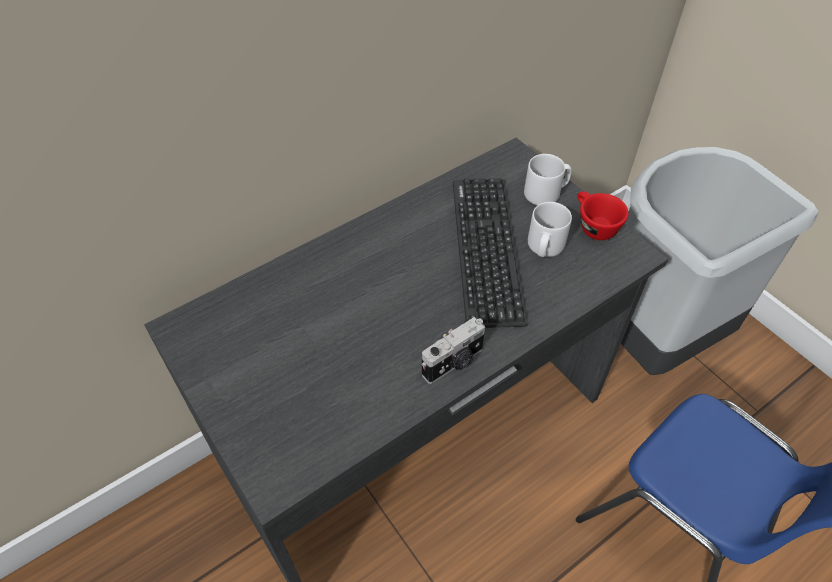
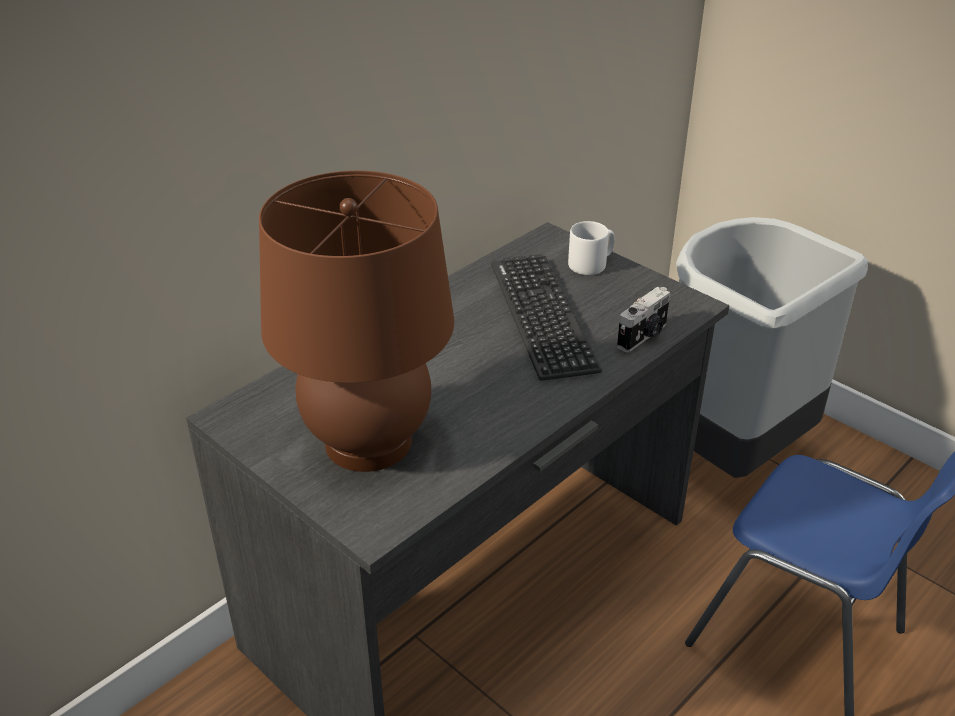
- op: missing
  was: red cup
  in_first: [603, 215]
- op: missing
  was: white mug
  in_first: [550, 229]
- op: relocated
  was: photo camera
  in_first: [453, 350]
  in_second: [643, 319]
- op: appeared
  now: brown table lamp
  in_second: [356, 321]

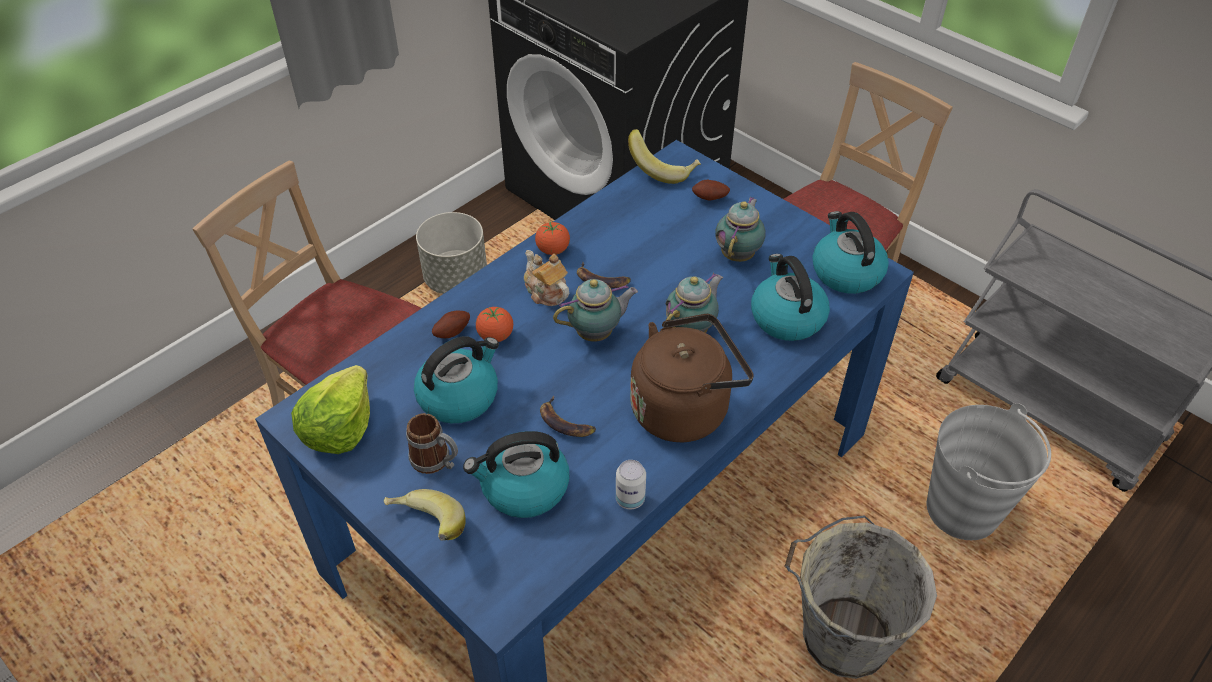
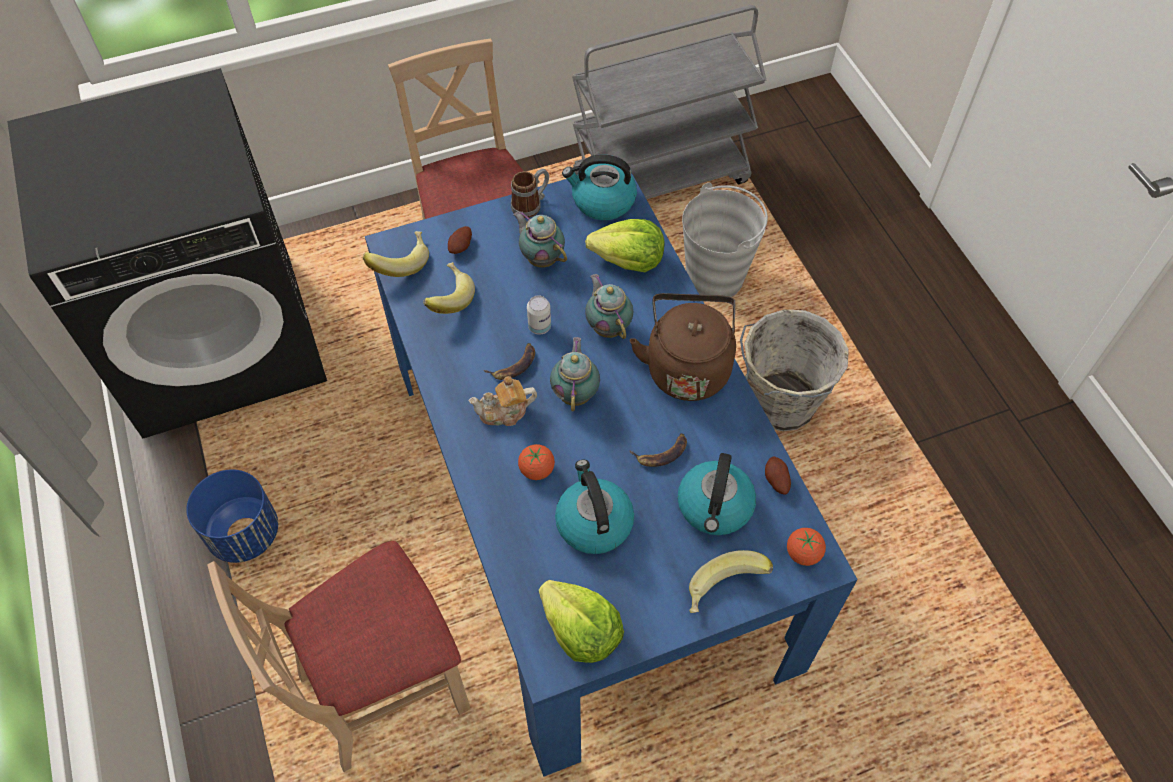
- op: colour
  was: grey planter
  now: blue planter
  in_first: [451, 253]
  in_second: [232, 516]
- op: relocated
  was: tomato
  in_first: [552, 238]
  in_second: [806, 547]
- op: exchanged
  was: kettle
  now: lettuce
  in_first: [790, 297]
  in_second: [625, 245]
- op: relocated
  was: potato
  in_first: [451, 324]
  in_second: [778, 475]
- op: relocated
  was: mug
  in_first: [432, 443]
  in_second: [530, 193]
- op: relocated
  was: can
  in_first: [631, 484]
  in_second: [539, 315]
- op: appeared
  now: banana
  in_second: [449, 288]

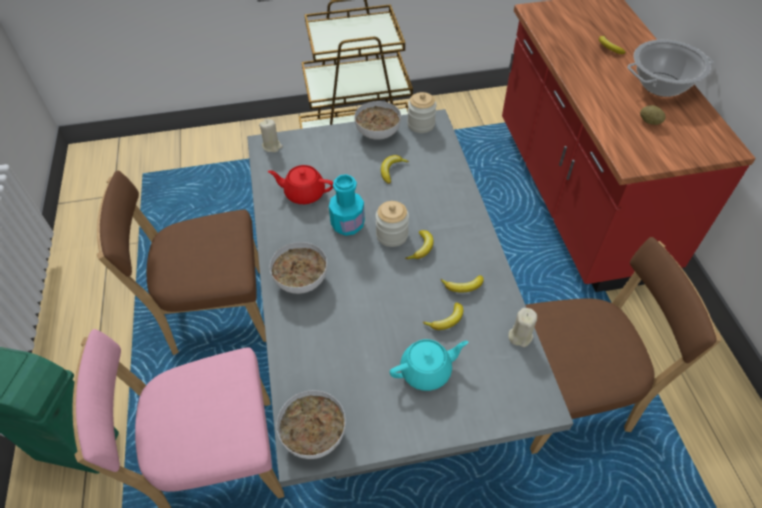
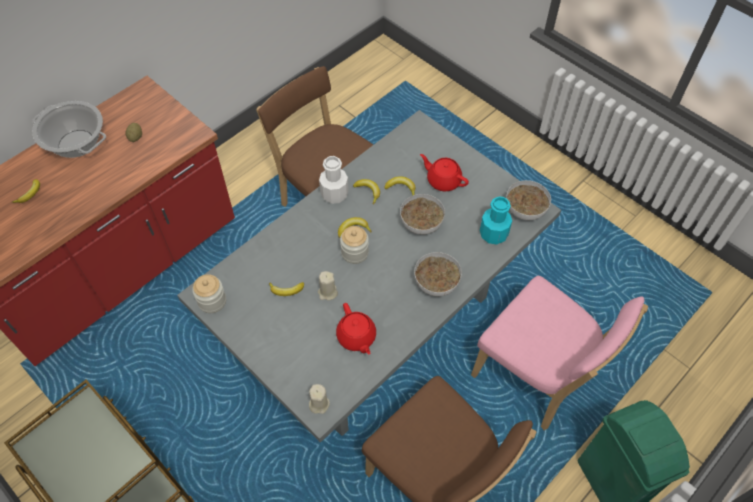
- op: relocated
  was: bowl
  in_first: [377, 120]
  in_second: [422, 214]
- op: relocated
  was: turquoise bottle
  in_first: [347, 205]
  in_second: [496, 220]
- op: relocated
  was: beige candle
  in_first: [522, 327]
  in_second: [328, 285]
- op: colour
  was: turquoise teapot
  now: red teapot
  in_first: [429, 365]
  in_second: [444, 172]
- op: appeared
  now: white bottle
  in_second: [334, 180]

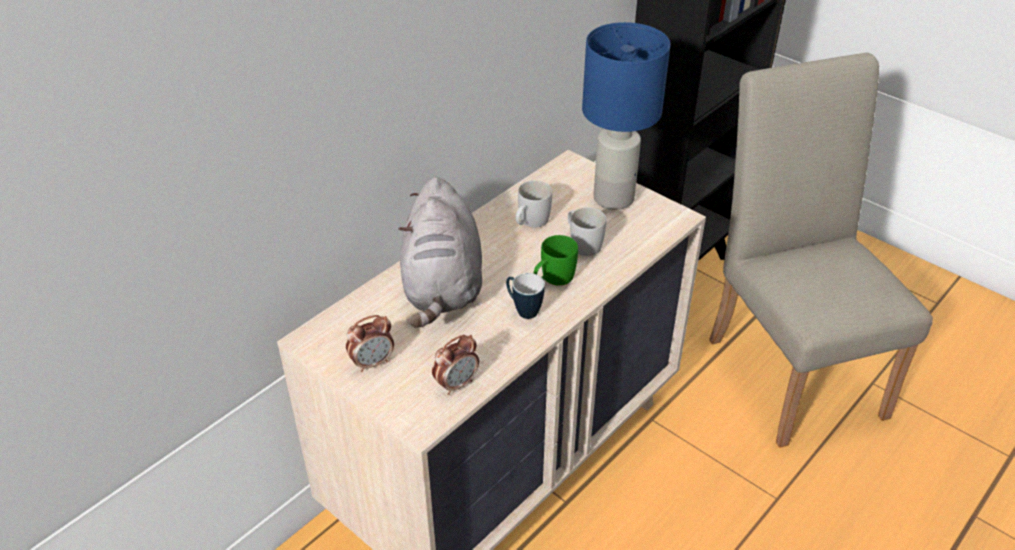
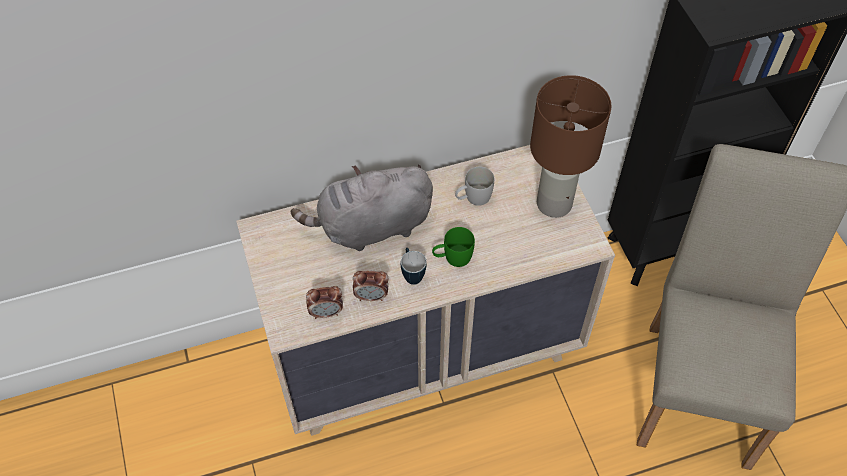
- op: colour
  was: blue table lamp
  now: brown table lamp
  in_first: [626, 116]
  in_second: [571, 146]
- op: spun
  was: grey plush toy
  in_first: [440, 252]
  in_second: [361, 208]
  clockwise: 45
- op: missing
  was: white mug
  in_first: [587, 231]
- op: relocated
  was: alarm clock
  in_first: [370, 343]
  in_second: [371, 286]

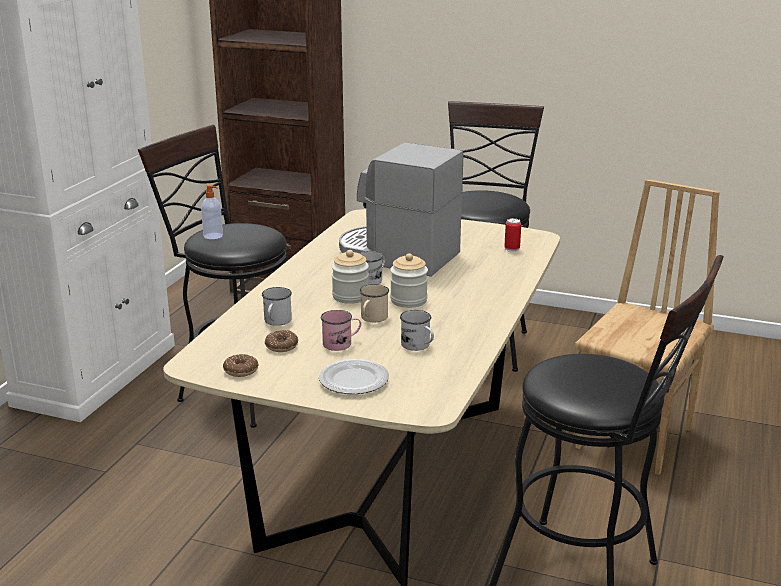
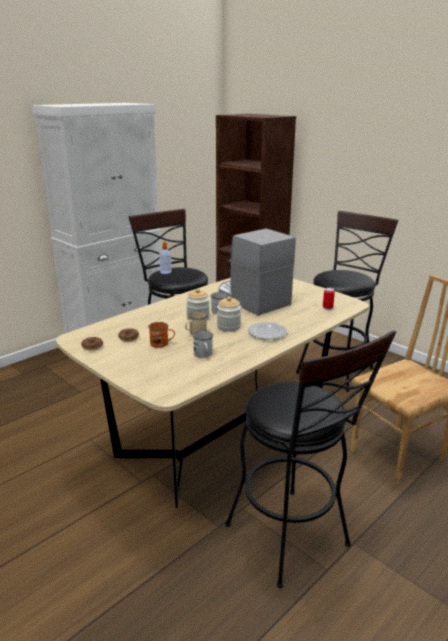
- op: missing
  was: white mug
  in_first: [277, 306]
- op: colour
  was: pink mug
  now: orange mug
  in_first: [341, 330]
  in_second: [161, 335]
- op: relocated
  was: plate
  in_first: [354, 376]
  in_second: [267, 331]

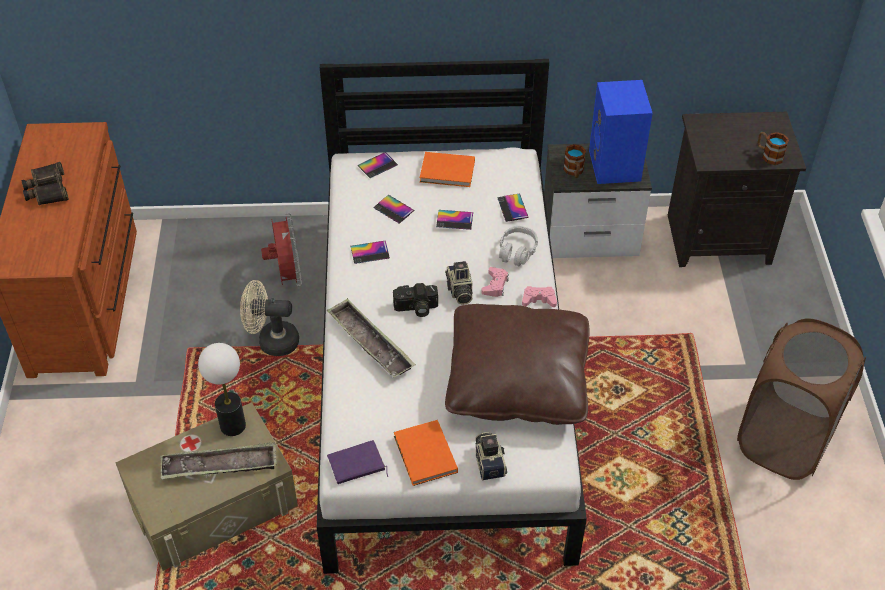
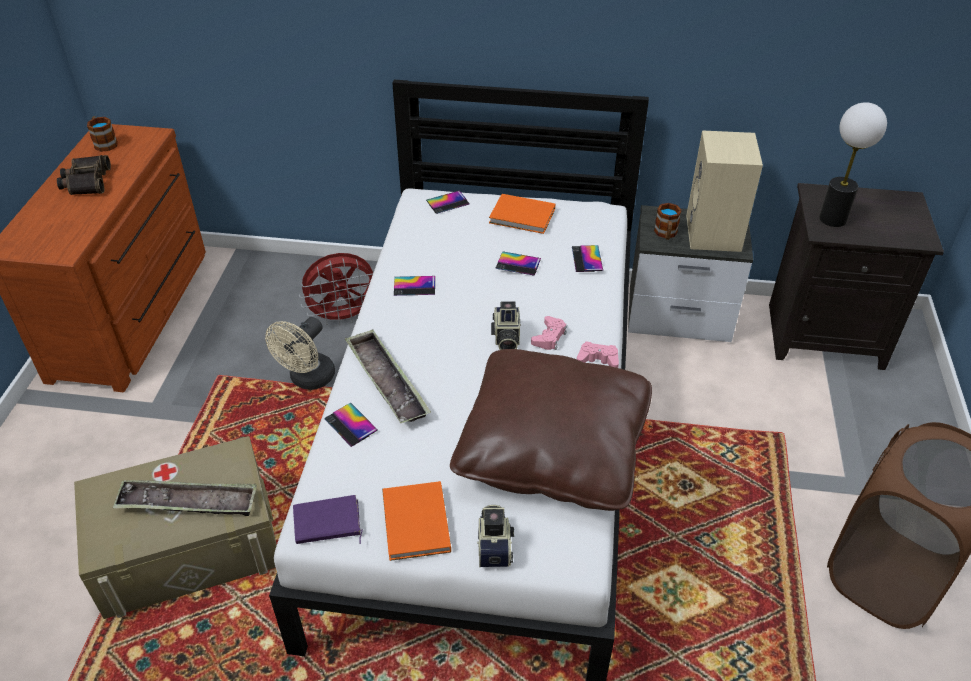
- op: colour
  was: blue speaker
  now: beige speaker
  in_first: [621, 132]
  in_second: [724, 191]
- op: relocated
  was: mug
  in_first: [773, 148]
  in_second: [102, 134]
- op: relocated
  was: phone
  in_first: [394, 209]
  in_second: [351, 425]
- op: spun
  was: red fan
  in_first: [281, 249]
  in_second: [336, 289]
  clockwise: 75
- op: missing
  was: grey headphones
  in_first: [518, 246]
- op: spun
  was: beige fan
  in_first: [269, 318]
  in_second: [300, 353]
  clockwise: -75
- op: missing
  was: photo camera
  in_first: [415, 300]
- op: relocated
  was: table lamp
  in_first: [222, 389]
  in_second: [853, 164]

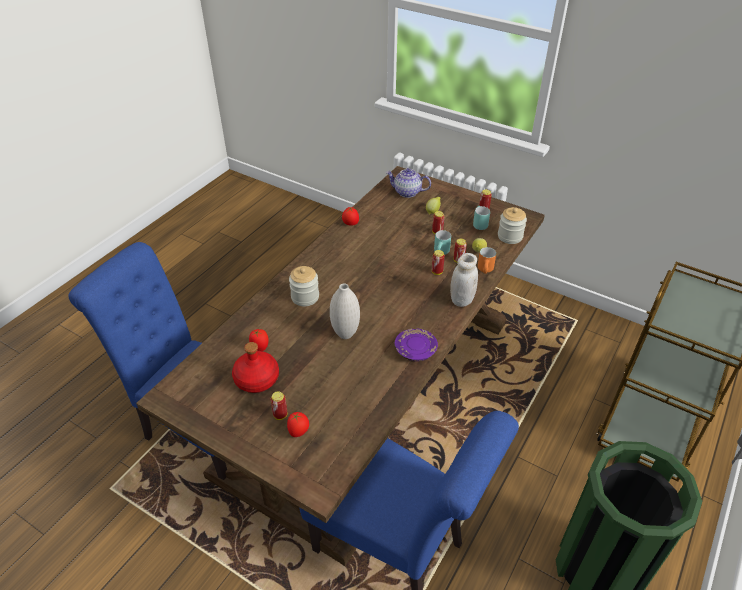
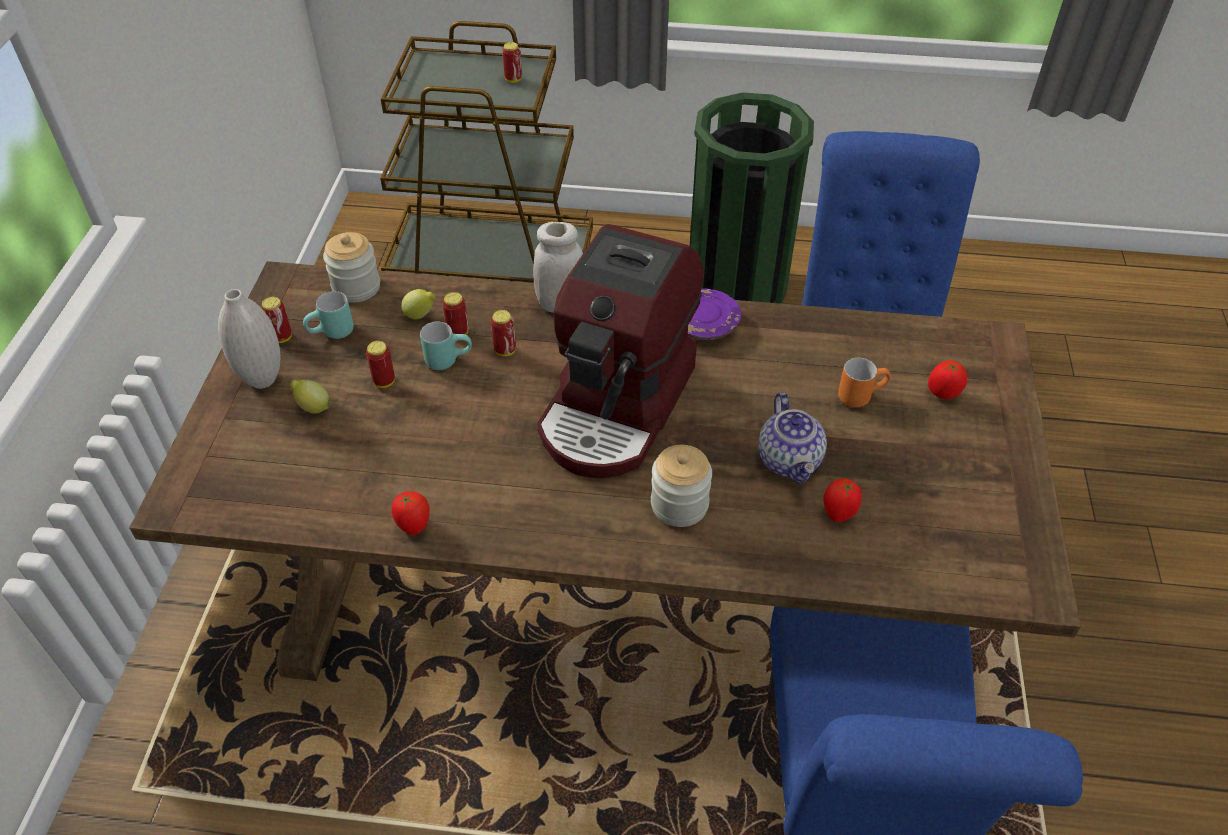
- op: relocated
  was: teapot
  in_first: [408, 183]
  in_second: [792, 437]
- op: relocated
  was: orange mug
  in_first: [487, 260]
  in_second: [864, 382]
- op: relocated
  was: white vase
  in_first: [345, 311]
  in_second: [249, 339]
- op: missing
  was: red bottle
  in_first: [255, 367]
- op: relocated
  was: can
  in_first: [278, 405]
  in_second: [512, 62]
- op: appeared
  now: coffee machine
  in_second: [620, 351]

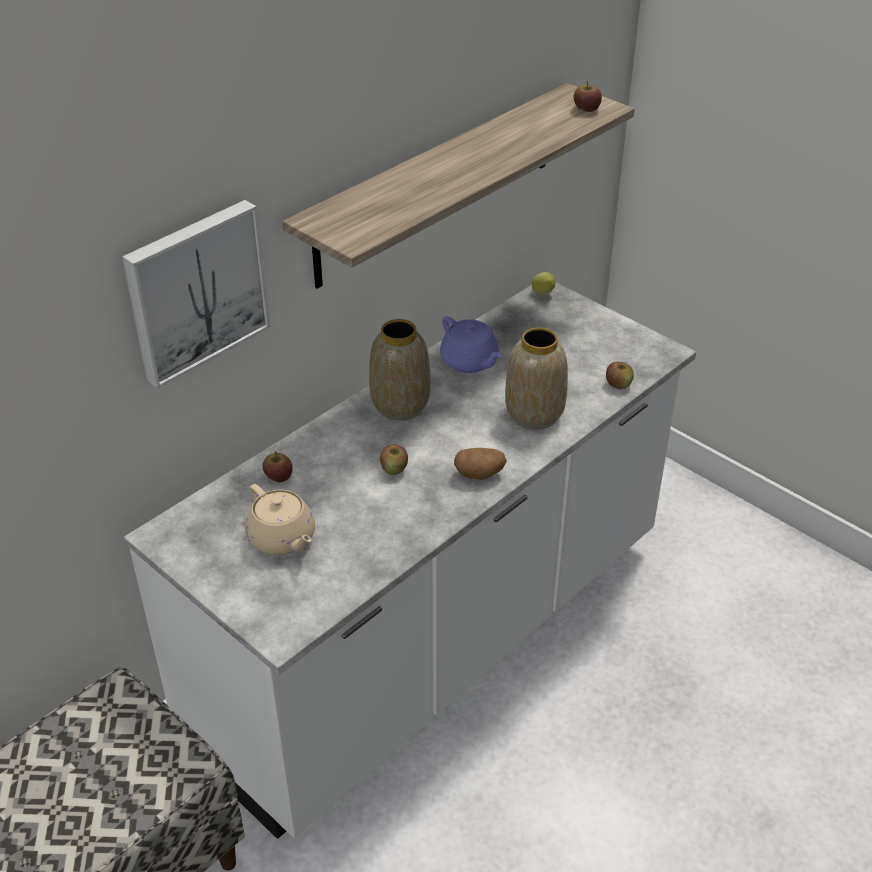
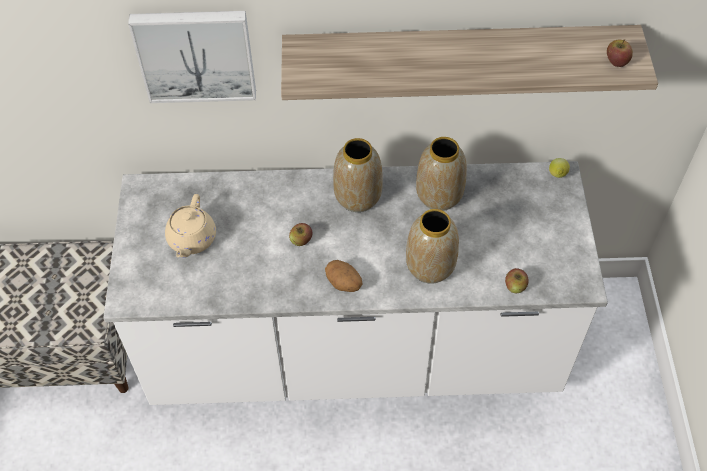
- op: exchanged
  was: purple teapot
  now: vase
  in_first: [470, 344]
  in_second: [441, 174]
- op: missing
  was: apple
  in_first: [277, 466]

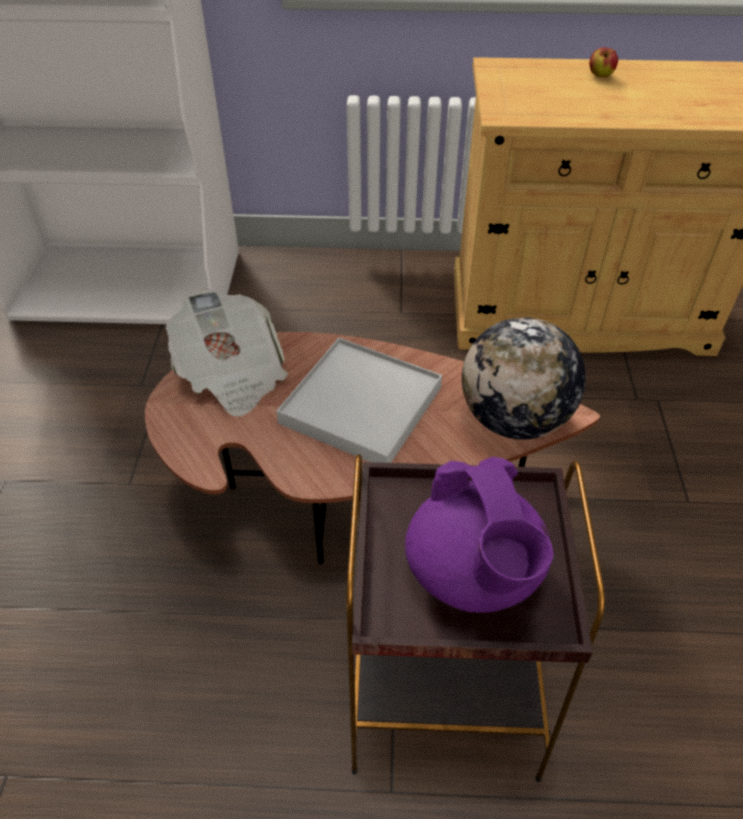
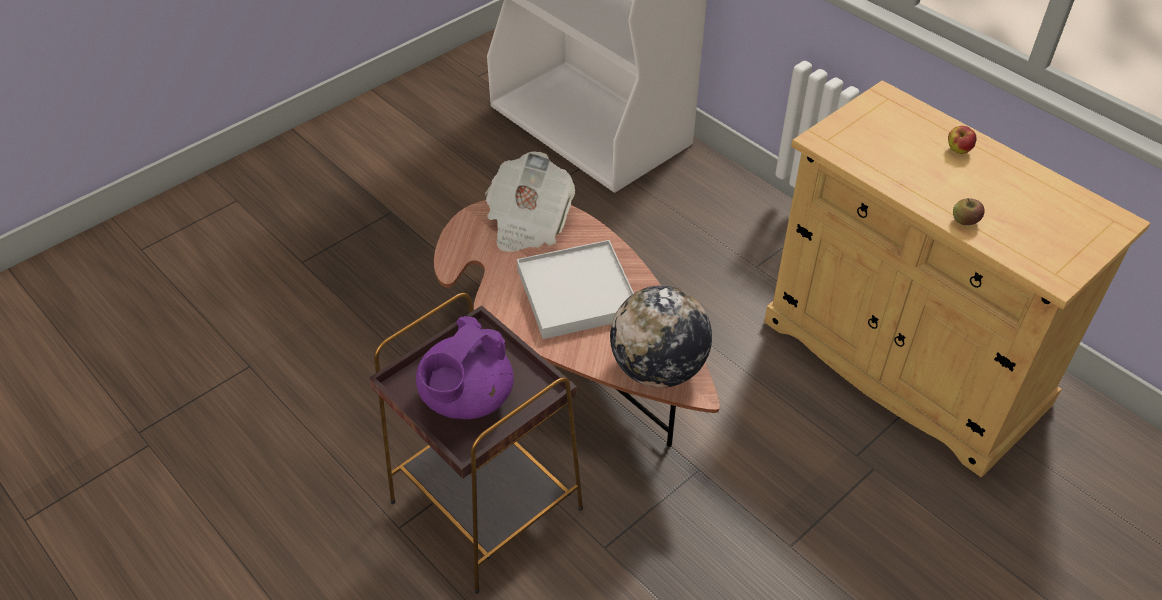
- op: appeared
  now: apple
  in_second: [968, 211]

